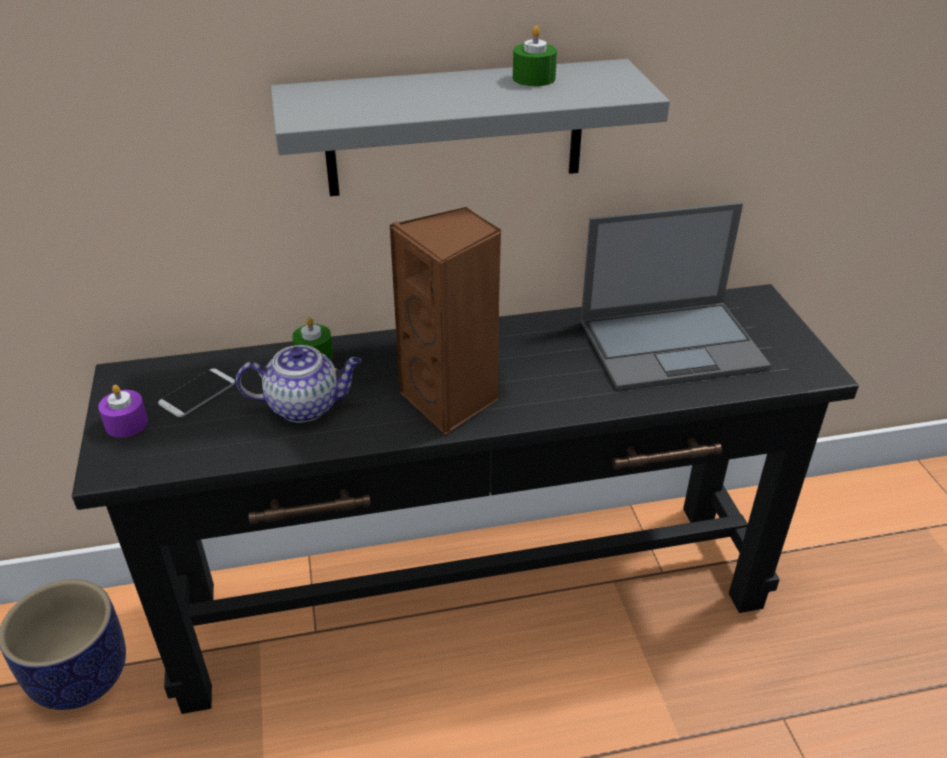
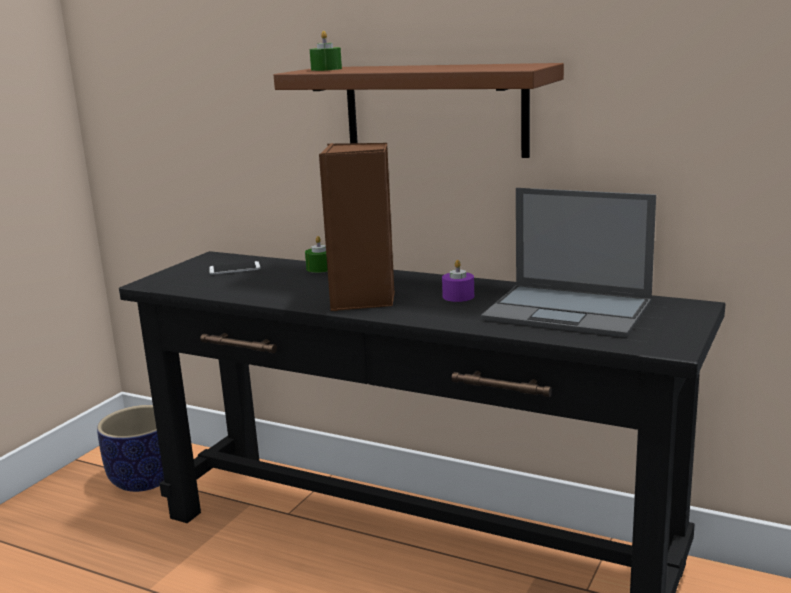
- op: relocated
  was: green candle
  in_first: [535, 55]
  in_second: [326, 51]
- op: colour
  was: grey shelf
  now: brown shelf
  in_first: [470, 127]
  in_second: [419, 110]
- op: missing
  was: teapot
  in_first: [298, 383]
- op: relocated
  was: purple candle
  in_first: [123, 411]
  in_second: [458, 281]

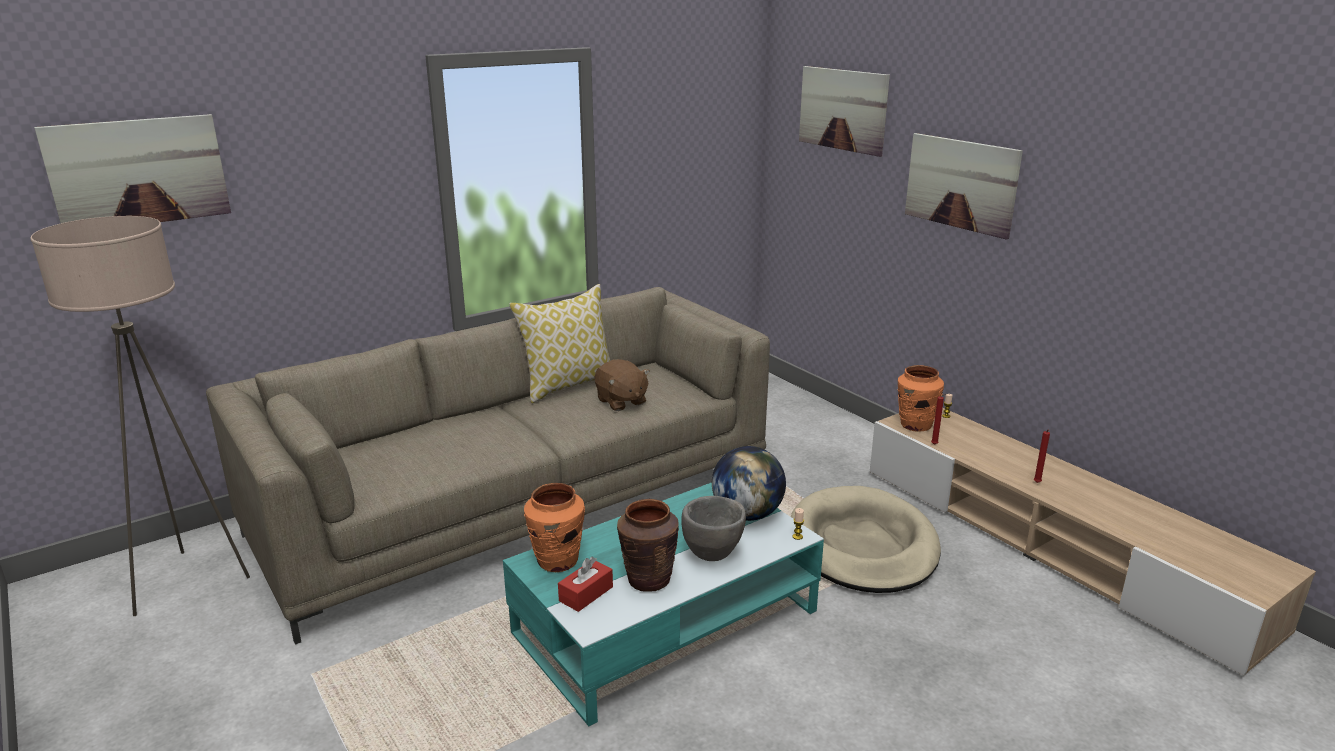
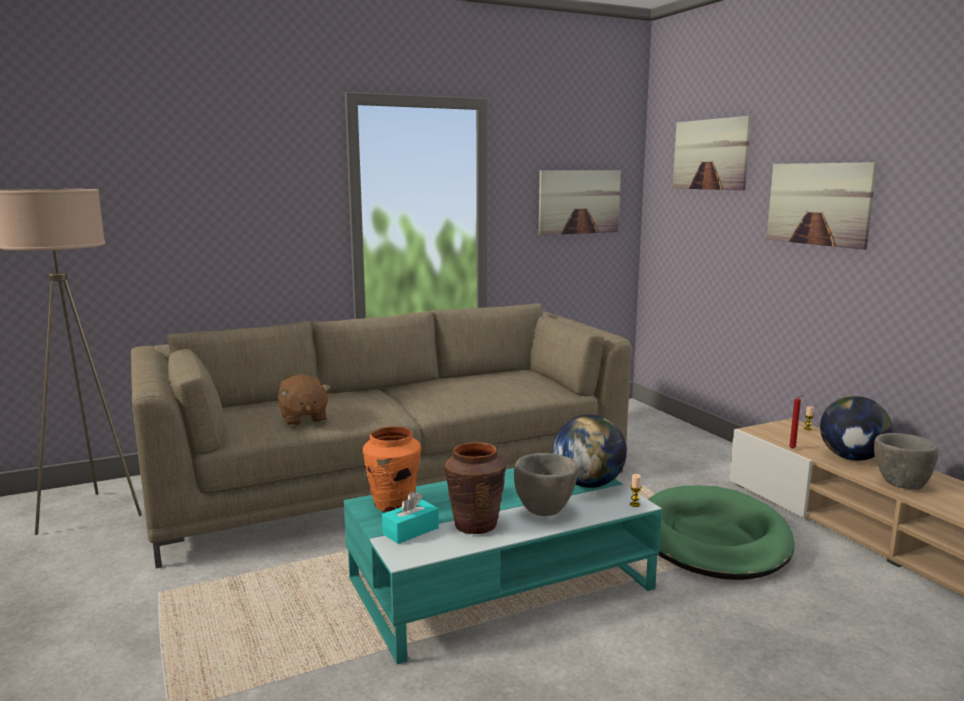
- op: relocated
  was: picture
  in_first: [132, 168]
  in_second: [580, 202]
- op: missing
  was: pillow
  in_first: [559, 343]
- op: relocated
  was: brown plush toy
  in_first: [622, 385]
  in_second: [304, 400]
- op: missing
  was: orange vase
  in_first: [921, 398]
- op: exchanged
  was: red candle
  now: grey bowl
  in_first: [1042, 456]
  in_second: [906, 461]
- op: colour
  was: beige dog bed
  now: green dog bed
  in_first: [866, 539]
  in_second: [721, 533]
- op: colour
  was: red tissue box
  now: turquoise tissue box
  in_first: [585, 584]
  in_second: [410, 518]
- op: appeared
  now: globe
  in_second: [856, 428]

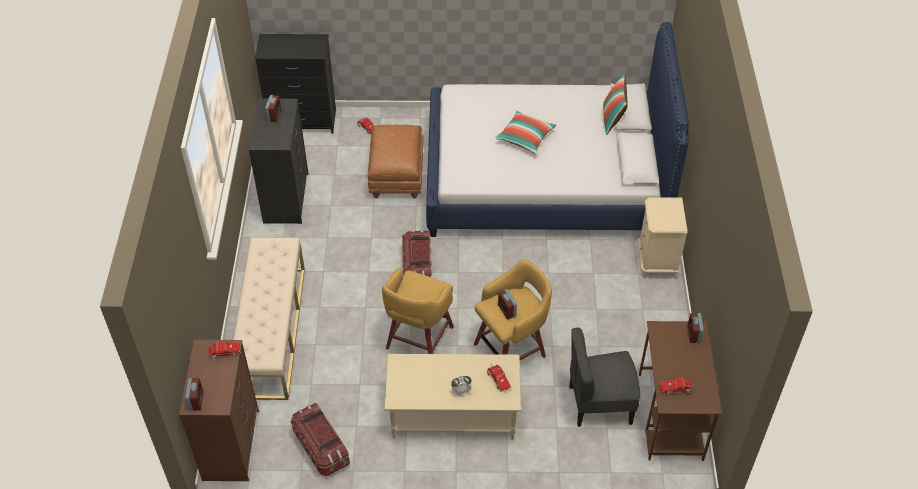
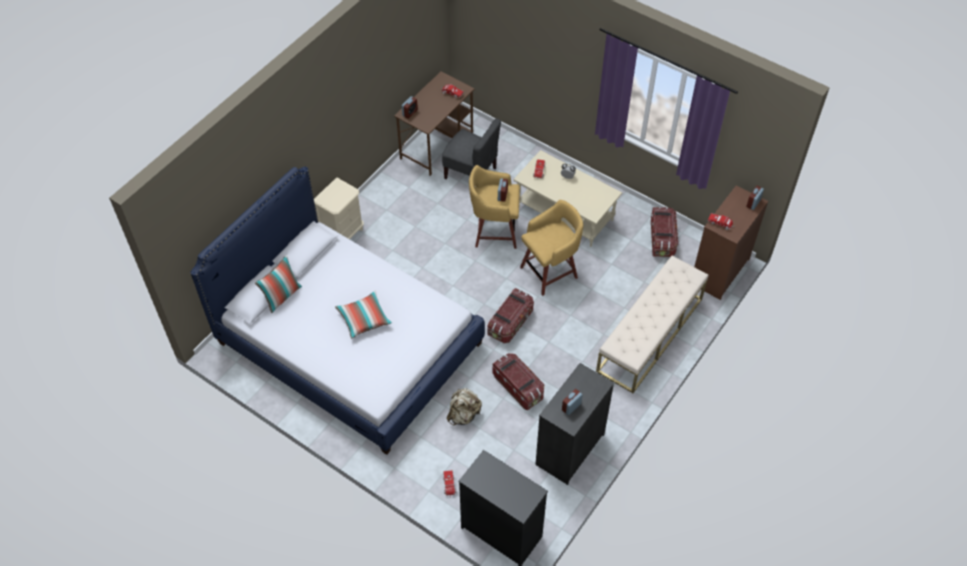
- op: exchanged
  was: brown ottoman
  now: beige backpack
  in_first: [396, 161]
  in_second: [464, 406]
- op: appeared
  now: storage box
  in_second: [518, 381]

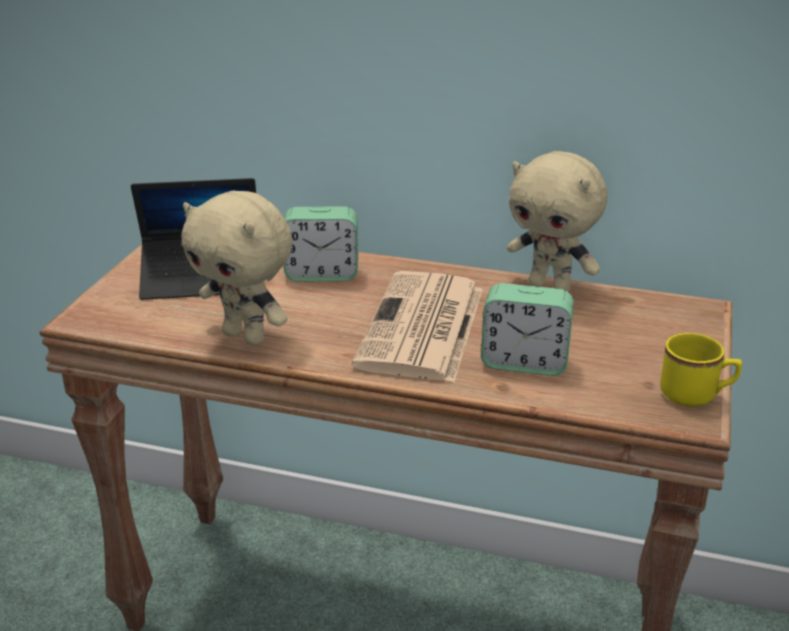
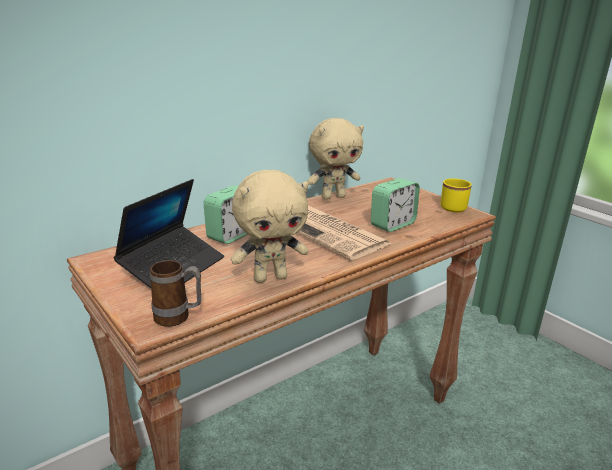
- op: appeared
  now: mug
  in_second: [175, 293]

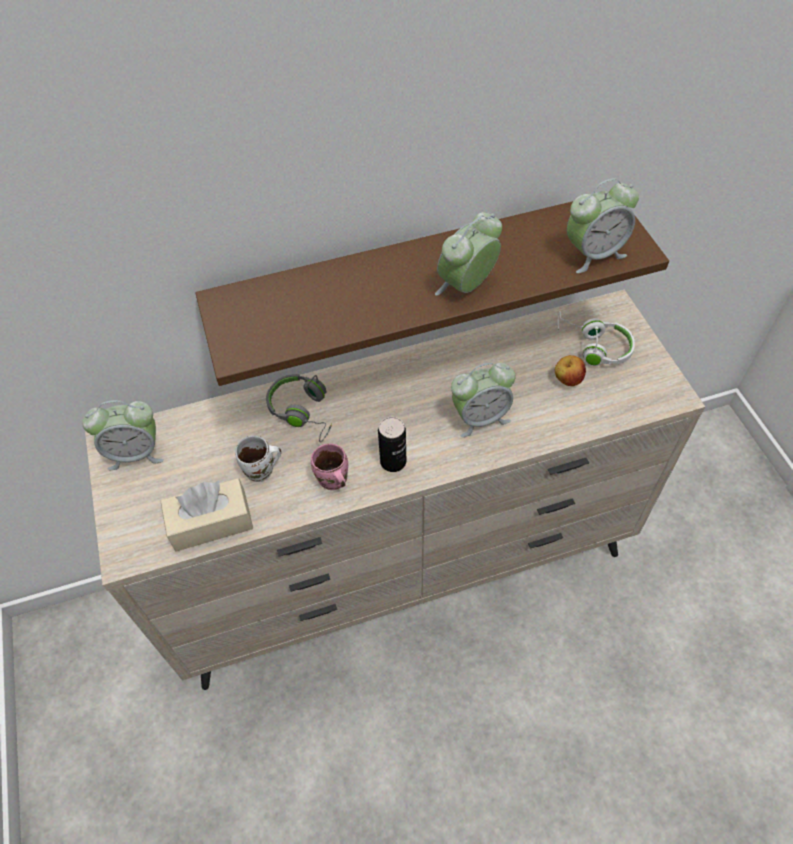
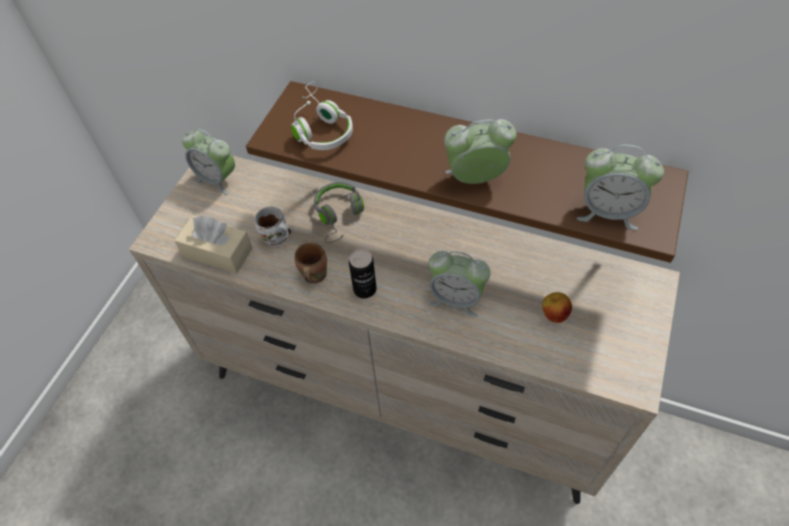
- op: relocated
  was: white headphones
  in_first: [596, 338]
  in_second: [322, 116]
- op: colour
  was: pink mug
  now: brown mug
  in_first: [329, 466]
  in_second: [310, 263]

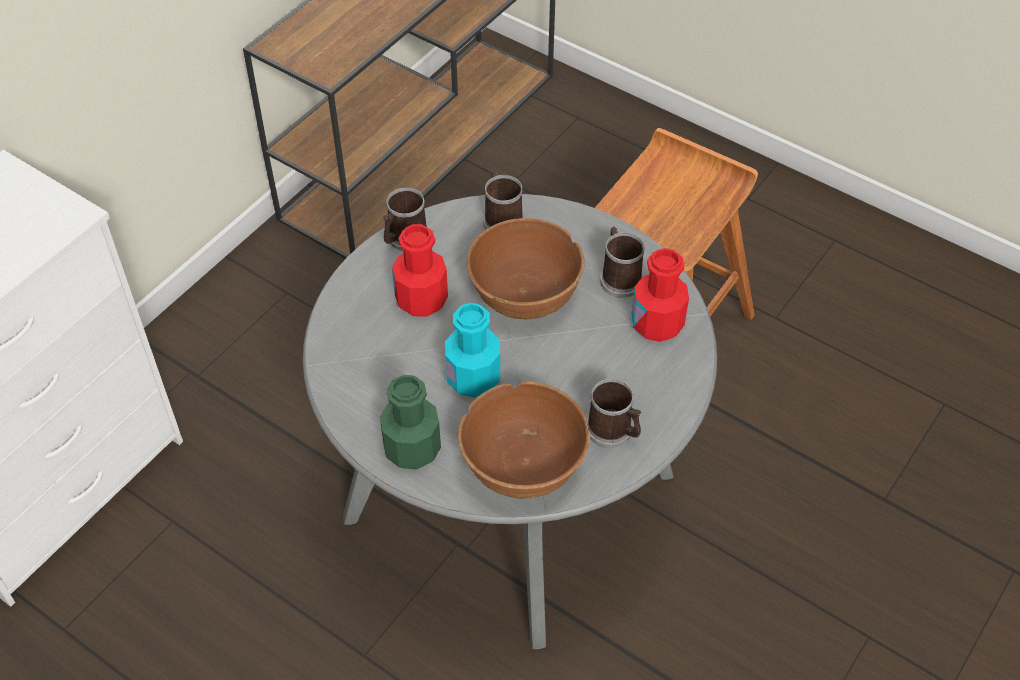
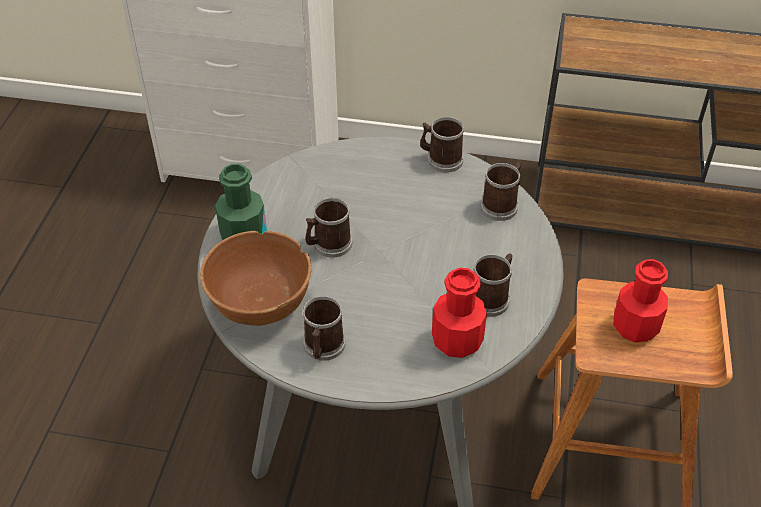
- op: missing
  was: brown bowl
  in_first: [525, 268]
- op: relocated
  was: red bottle
  in_first: [420, 270]
  in_second: [640, 300]
- op: exchanged
  was: turquoise bottle
  now: mug
  in_first: [472, 350]
  in_second: [328, 227]

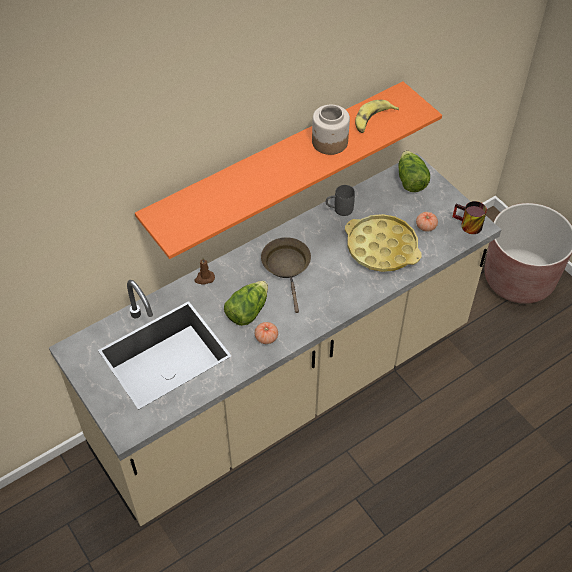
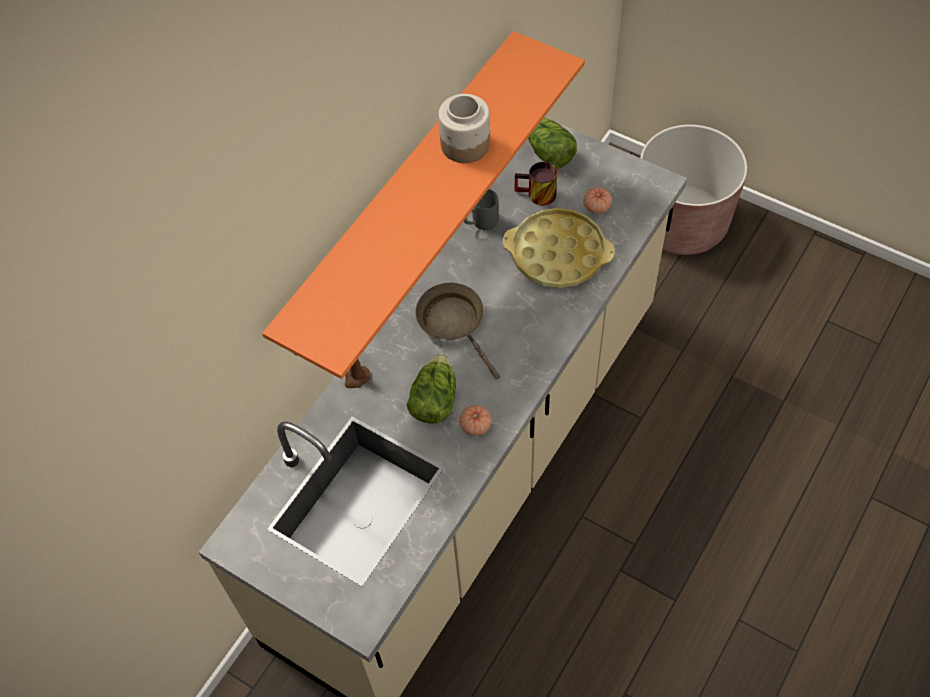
- op: missing
  was: banana
  in_first: [377, 116]
- op: relocated
  was: mug
  in_first: [469, 217]
  in_second: [535, 184]

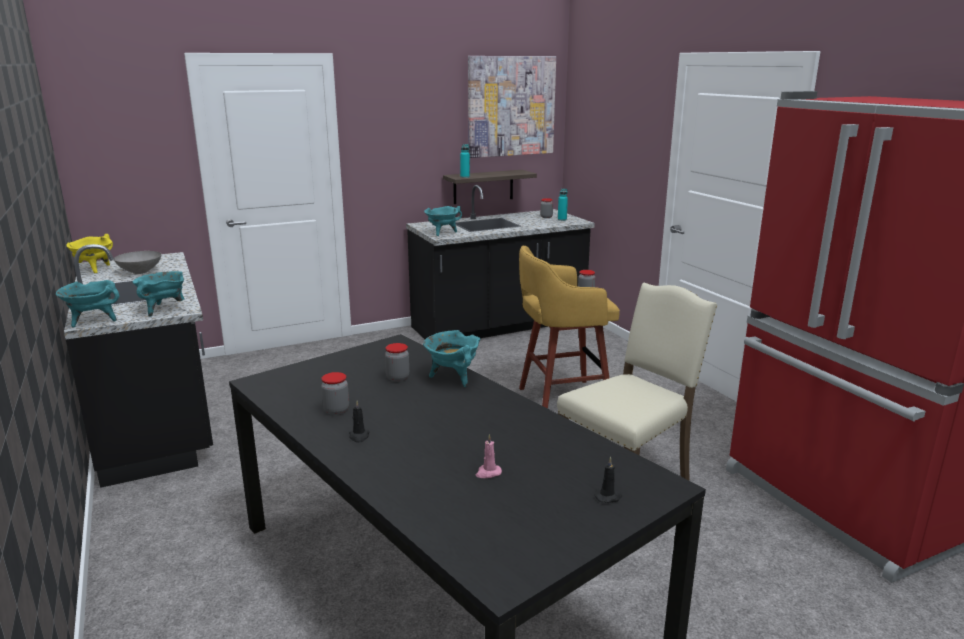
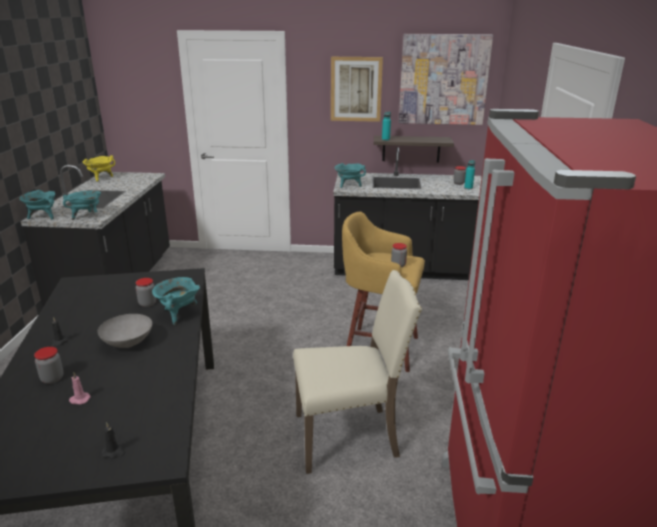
- op: relocated
  was: grey bowl
  in_first: [137, 262]
  in_second: [124, 331]
- op: relocated
  was: jar
  in_first: [335, 393]
  in_second: [49, 365]
- op: appeared
  now: picture
  in_second: [357, 89]

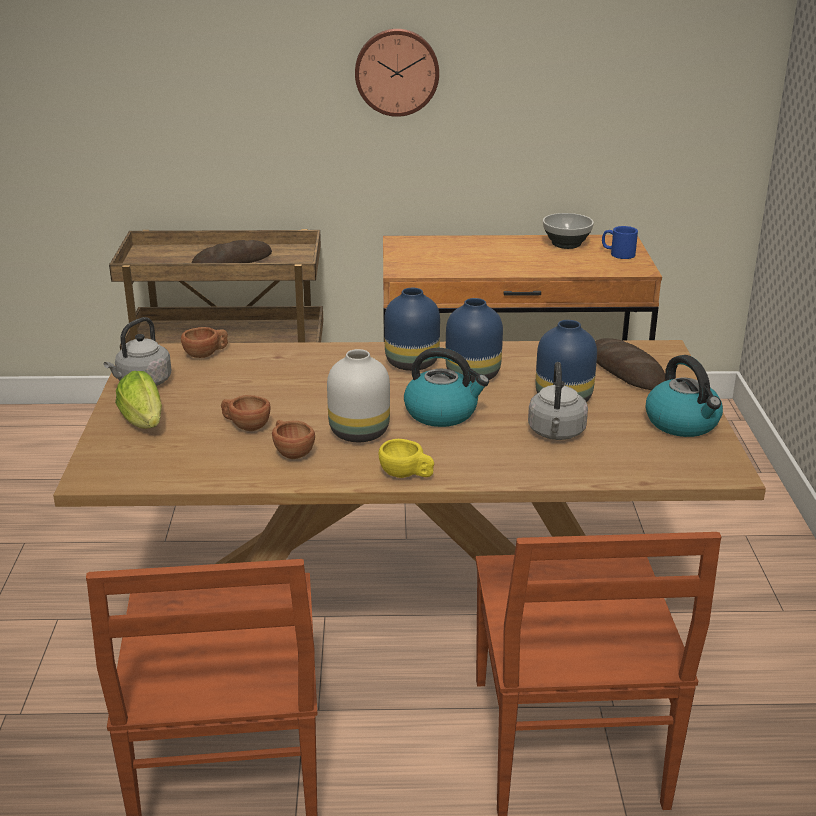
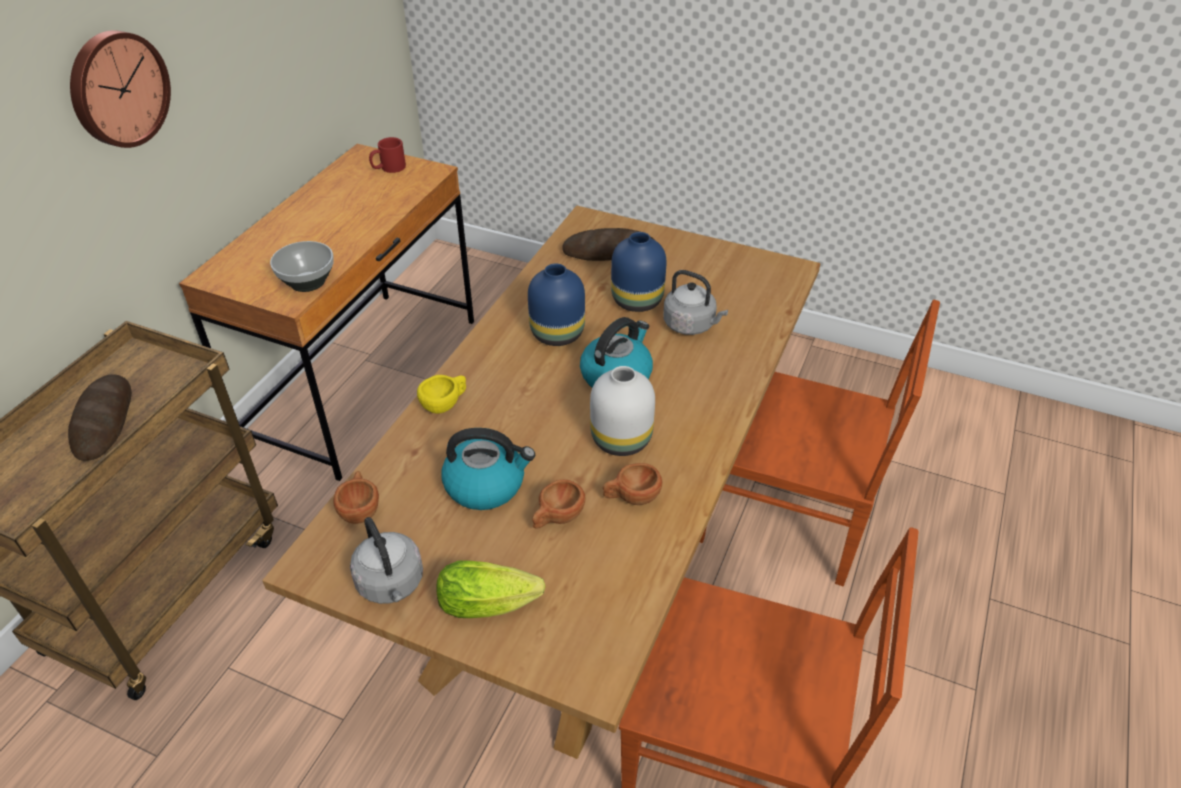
- op: relocated
  was: bowl
  in_first: [568, 231]
  in_second: [302, 266]
- op: colour
  was: blue mug
  now: red mug
  in_first: [620, 242]
  in_second: [387, 155]
- op: missing
  was: blue vase
  in_first: [412, 329]
- op: relocated
  was: kettle
  in_first: [684, 396]
  in_second: [488, 469]
- op: relocated
  was: yellow cup
  in_first: [406, 458]
  in_second: [441, 394]

